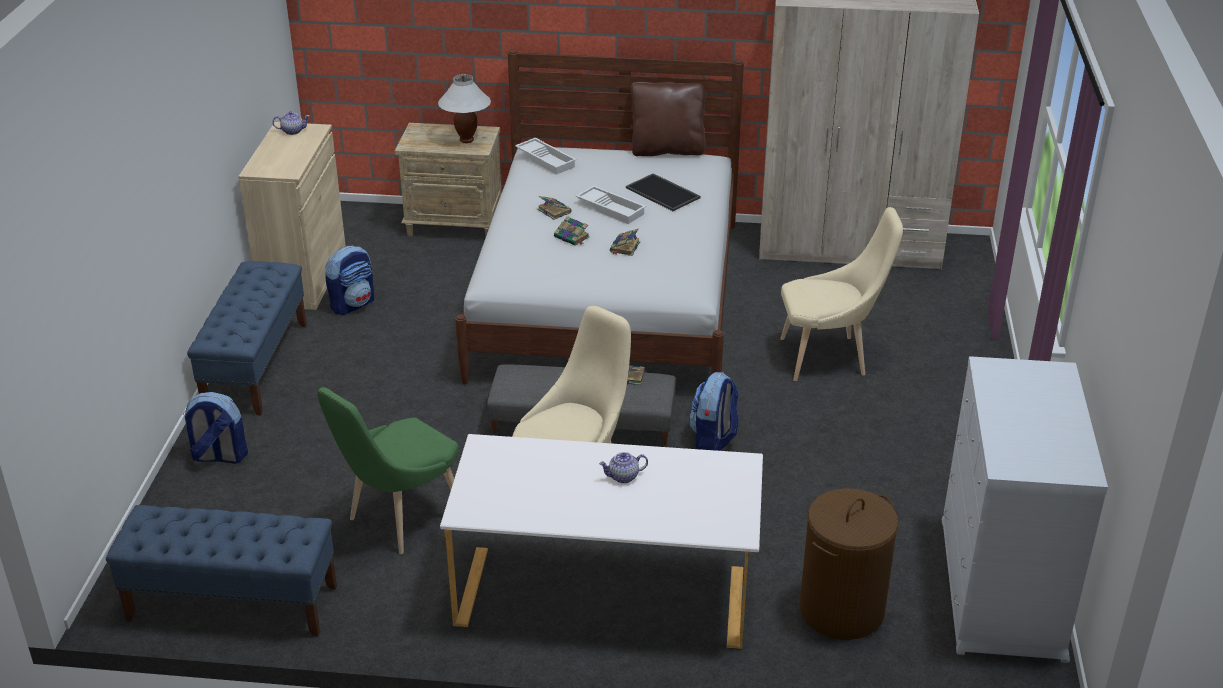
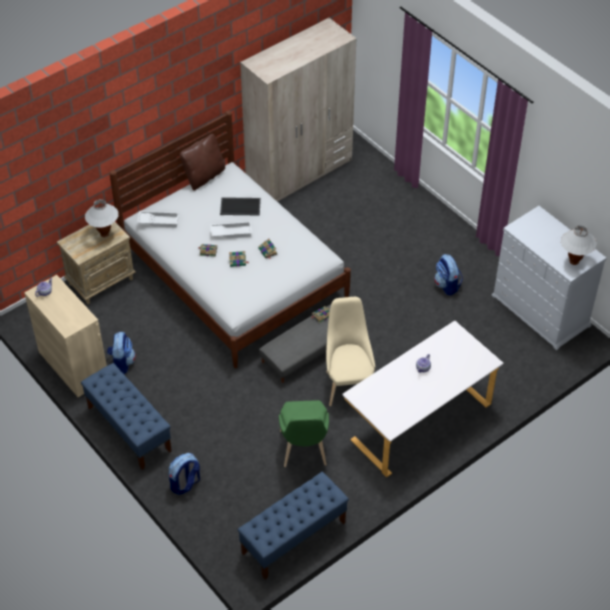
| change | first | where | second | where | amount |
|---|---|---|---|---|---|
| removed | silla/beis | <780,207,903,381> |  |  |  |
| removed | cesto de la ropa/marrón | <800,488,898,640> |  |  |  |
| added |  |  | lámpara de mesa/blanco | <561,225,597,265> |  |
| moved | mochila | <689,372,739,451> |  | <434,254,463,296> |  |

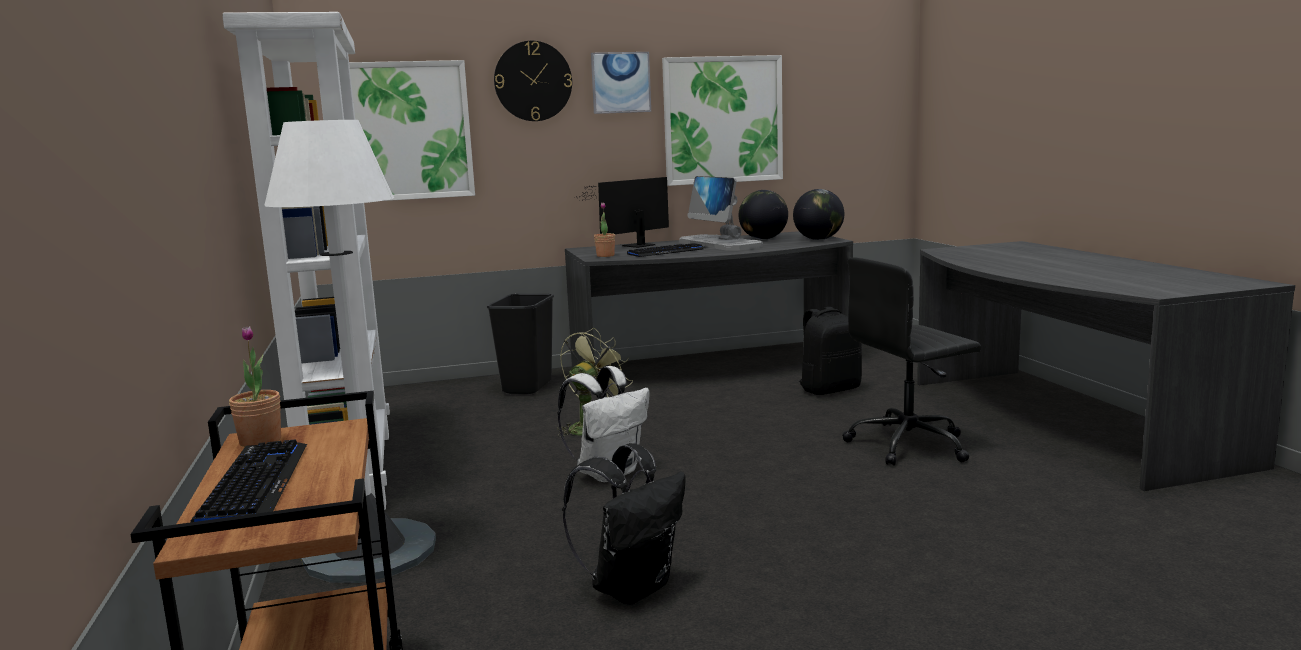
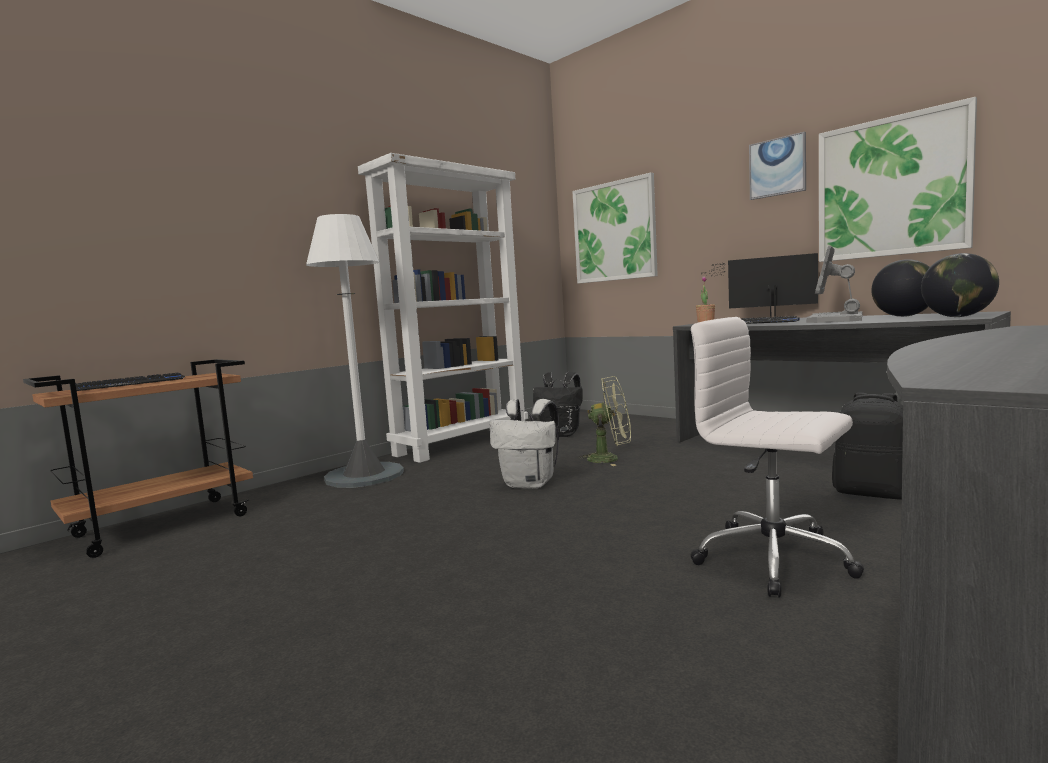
| change | first | where | second | where | amount |
|---|---|---|---|---|---|
| removed | planta en maceta | <229,326,281,447> |  |  |  |
| removed | papelera/negro | <487,293,554,395> |  |  |  |
| removed | reloj de pared | <494,41,572,121> |  |  |  |
| moved | mochila/negro | <562,443,686,604> |  | <533,372,583,437> |  |
| recoloured | silla de oficina/negro | <842,257,981,466> | silla de oficina/blanco | <690,317,864,598> |  |

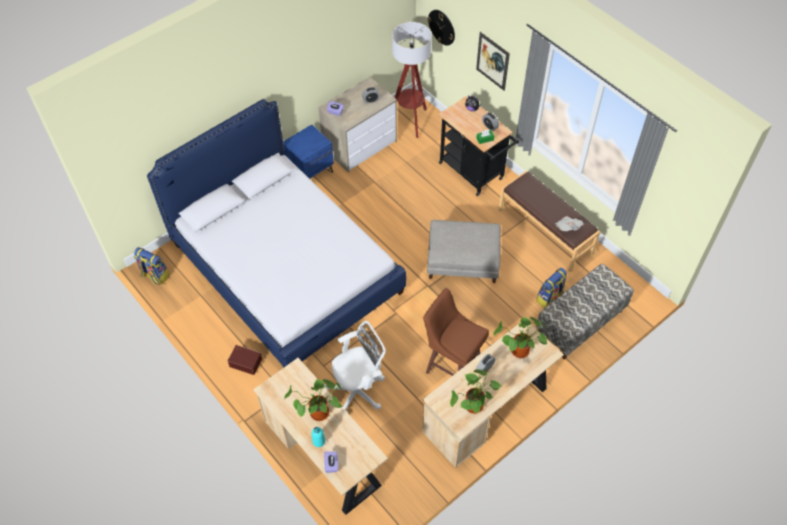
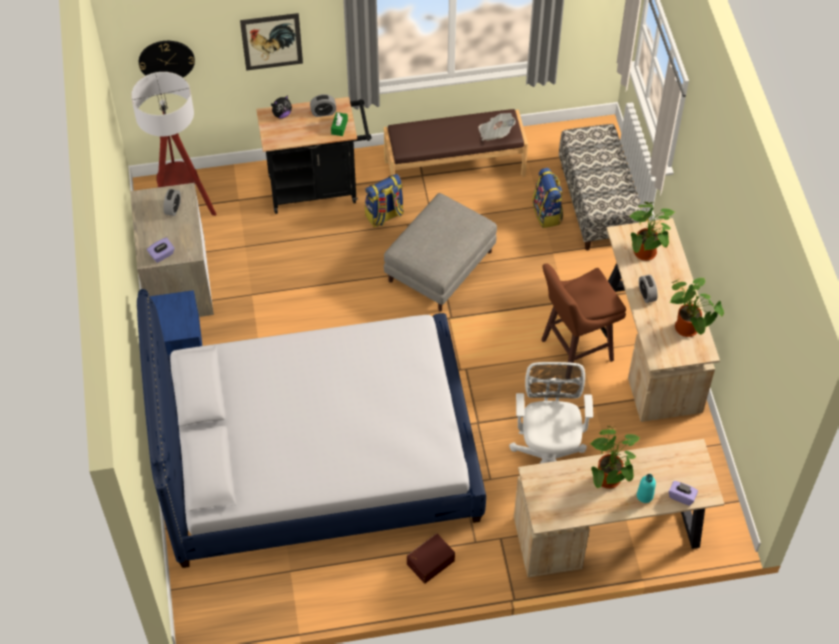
| change | first | where | second | where | amount |
|---|---|---|---|---|---|
| moved | mochila | <134,247,170,285> |  | <365,174,404,228> |  |

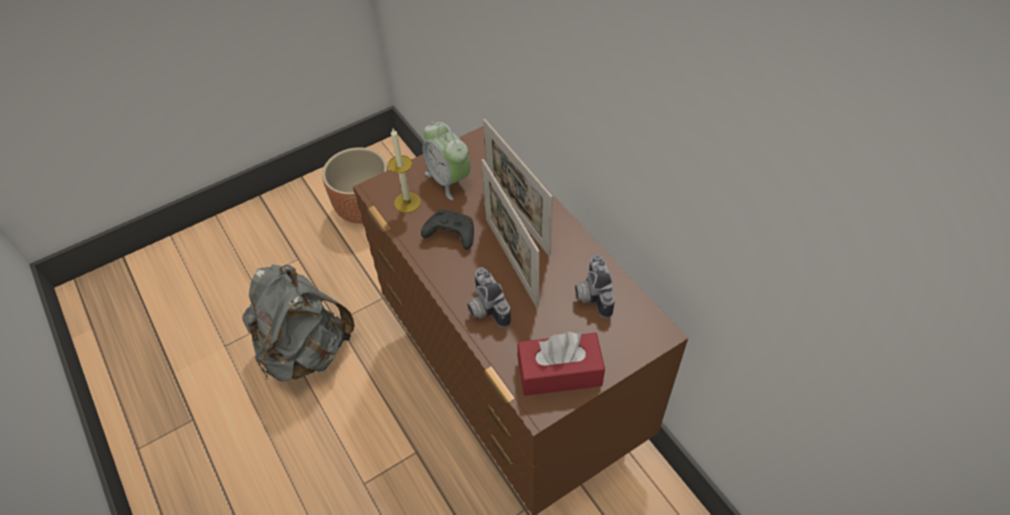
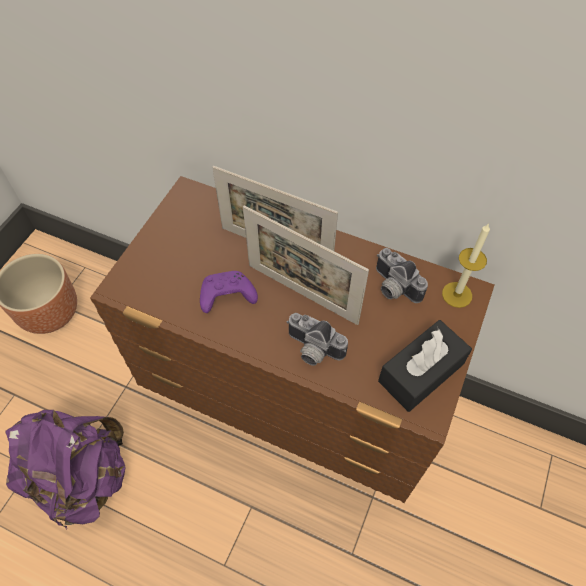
| change | first | where | second | where | amount |
|---|---|---|---|---|---|
| removed | despertador | <423,121,471,200> |  |  |  |
| moved | vela | <388,129,421,213> |  | <442,223,490,308> |  |
| recoloured | mochila/gris | <242,265,355,382> | mochila/morado | <5,410,125,529> |  |
| recoloured | mando de consola/negro | <421,210,474,250> | mando de consola/morado | <200,271,258,313> |  |
| recoloured | caja de pañuelos/rojo | <517,332,605,396> | caja de pañuelos/negro | <378,320,472,412> |  |

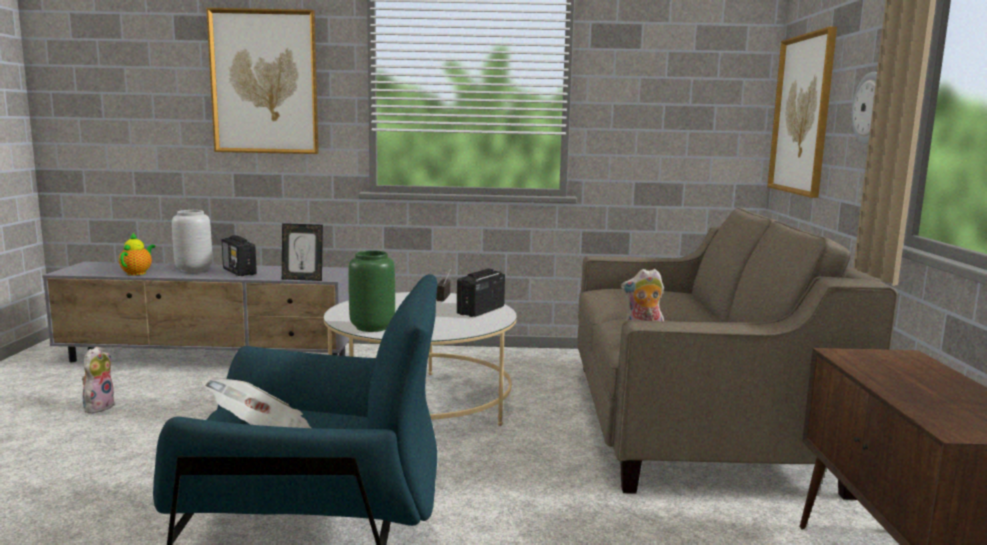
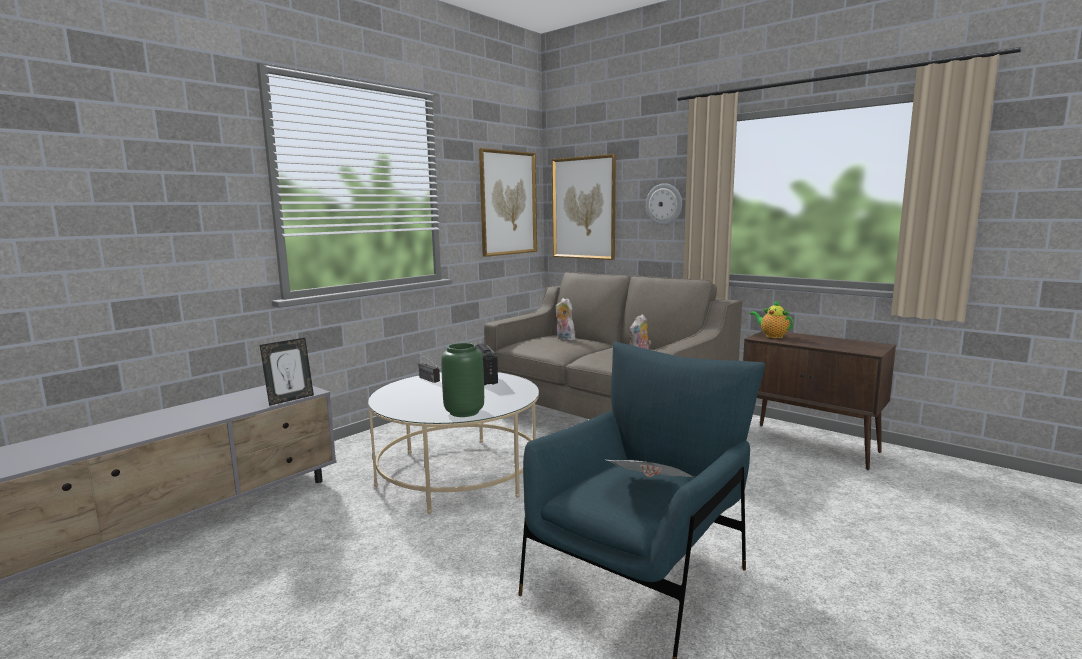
| change | first | where | second | where | amount |
|---|---|---|---|---|---|
| removed | florero/gris | <172,210,212,272> |  |  |  |
| removed | radio | <222,235,257,276> |  |  |  |
| moved | peluche | <82,347,115,414> |  | <556,298,575,341> |  |
| moved | tetera | <119,233,156,276> |  | <750,300,794,338> |  |
| moved | cuadro | <206,8,319,154> |  | <479,148,537,257> |  |

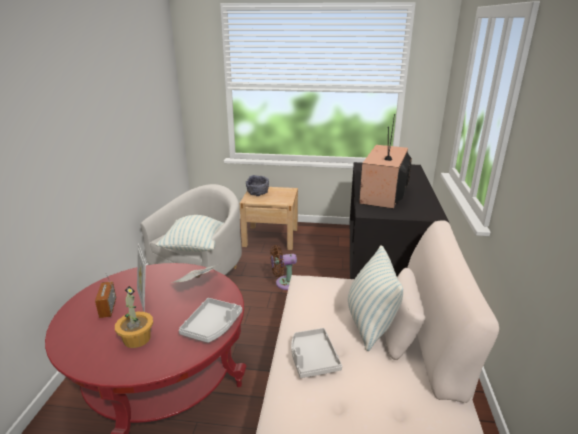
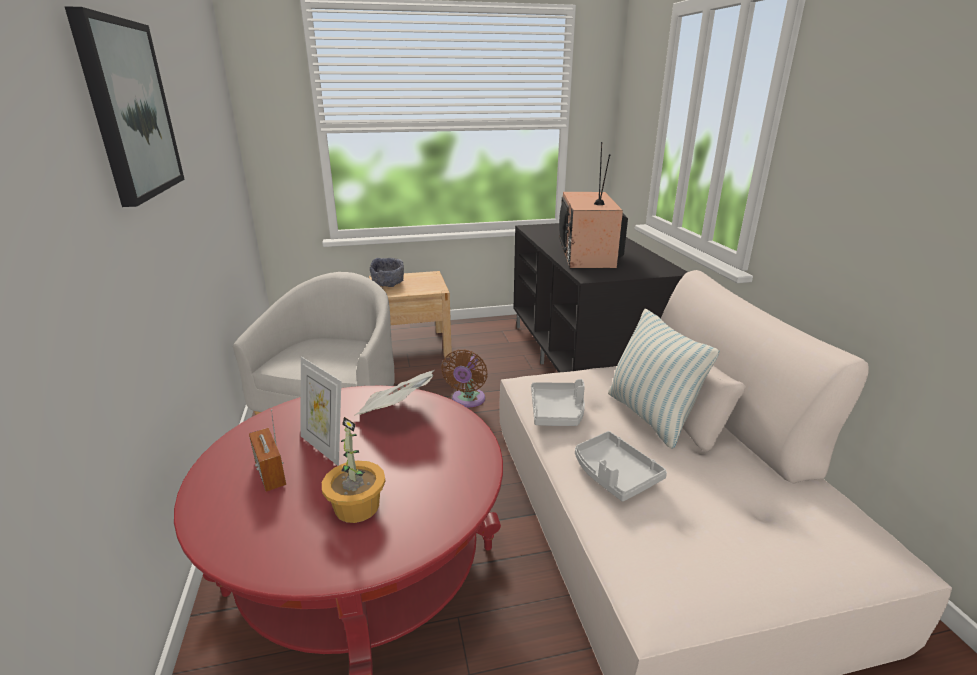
| change | first | where | second | where | amount |
|---|---|---|---|---|---|
| removed | cojín | <156,215,224,252> |  |  |  |
| added |  |  | cuadro | <64,6,185,207> |  |
| moved | bandeja/gris | <179,298,242,343> |  | <531,379,585,426> |  |
| turned | ventilador/marrón | <270,245,297,290> |  | <441,349,488,407> | 45 degrees counterclockwise |

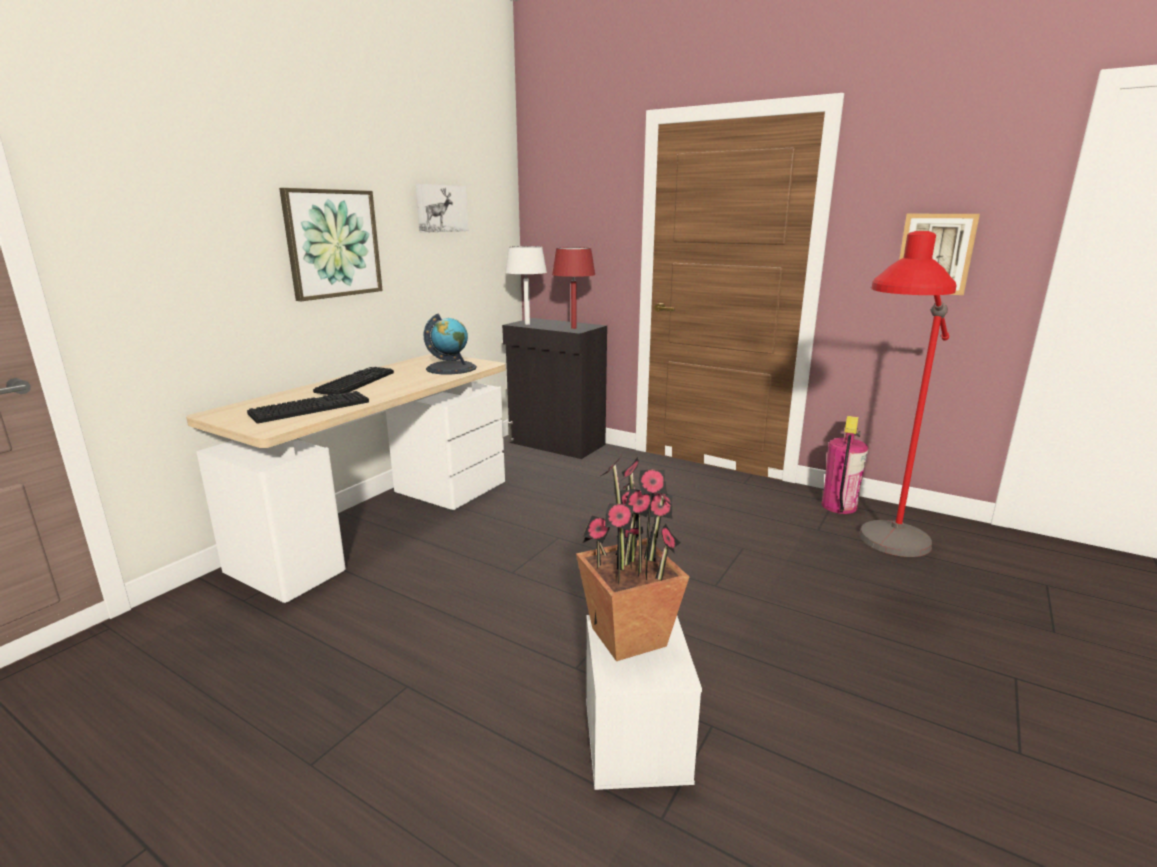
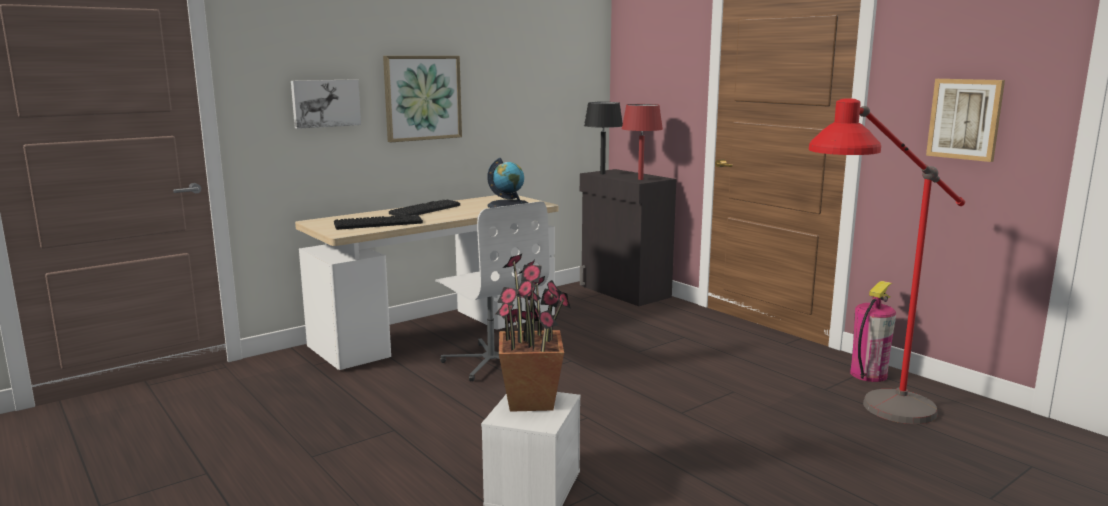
| change | first | where | second | where | amount |
|---|---|---|---|---|---|
| added |  |  | silla de oficina/blanco | <435,201,549,382> |  |
| moved | cuadro | <416,184,469,233> |  | <291,79,361,129> |  |
| recoloured | lámpara de mesa/blanco | <505,246,547,325> | lámpara de mesa/negro | <584,102,623,174> |  |

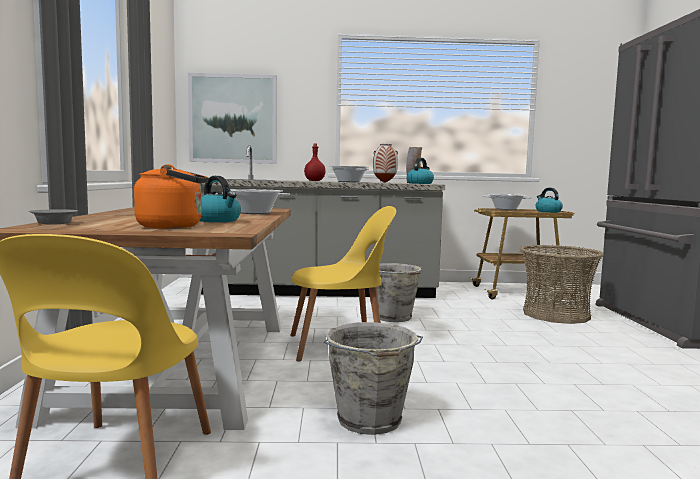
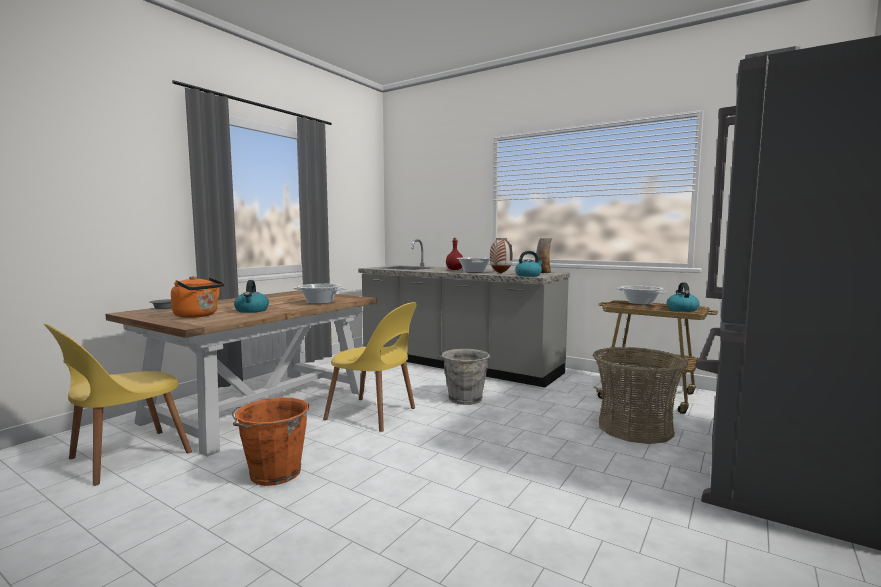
| change | first | where | second | where | amount |
|---|---|---|---|---|---|
| removed | cuadro | <188,73,277,164> |  |  |  |
| recoloured | cubo/gris | <324,322,423,435> | cubo/naranja | <232,397,309,486> |  |

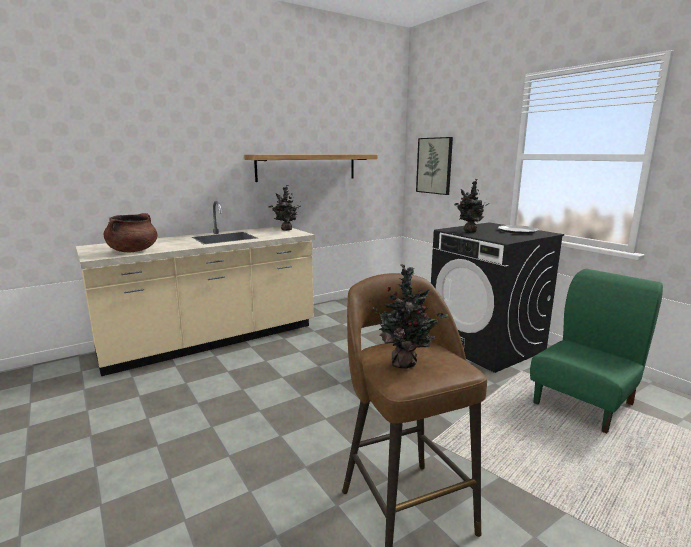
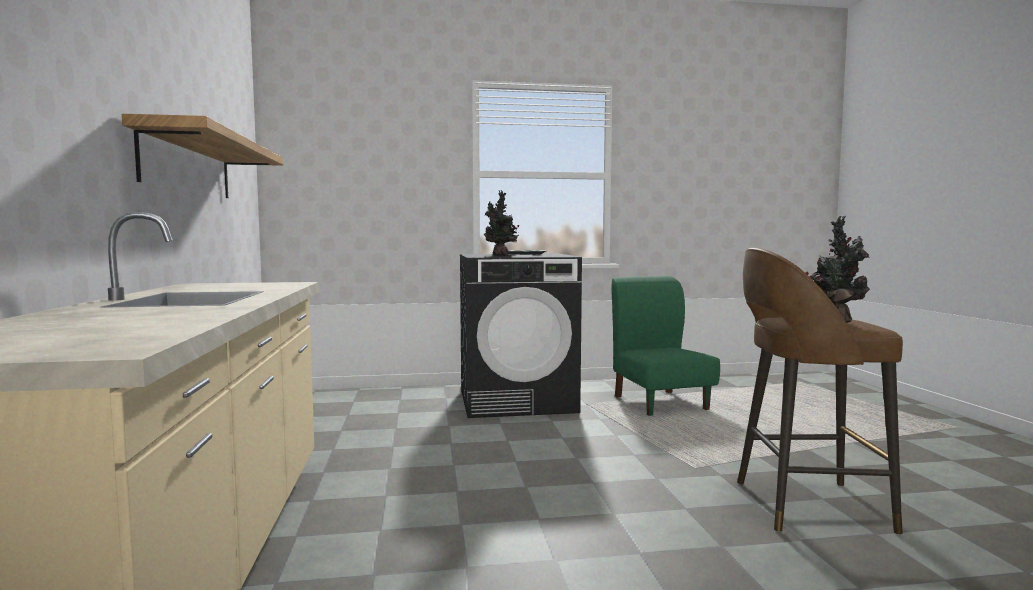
| change | first | where | second | where | amount |
|---|---|---|---|---|---|
| removed | olla/marrón | <103,213,157,252> |  |  |  |
| removed | planta en maceta | <268,185,300,231> |  |  |  |
| removed | cuadro | <416,137,453,195> |  |  |  |

